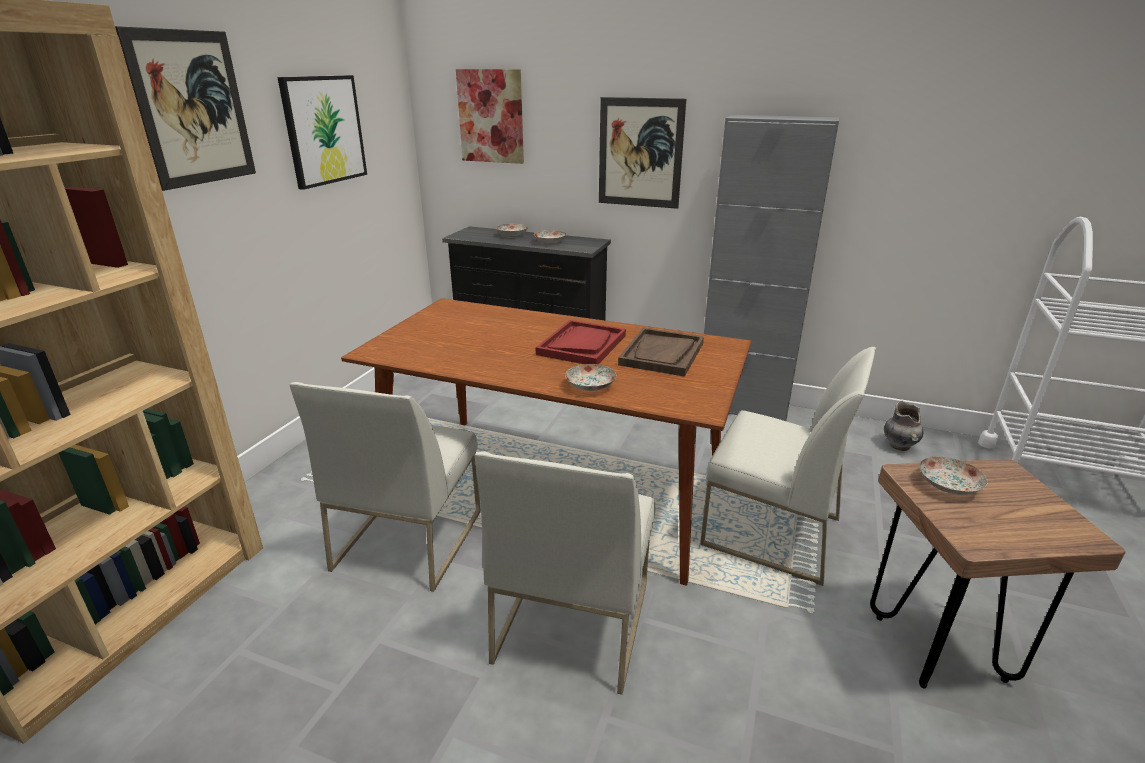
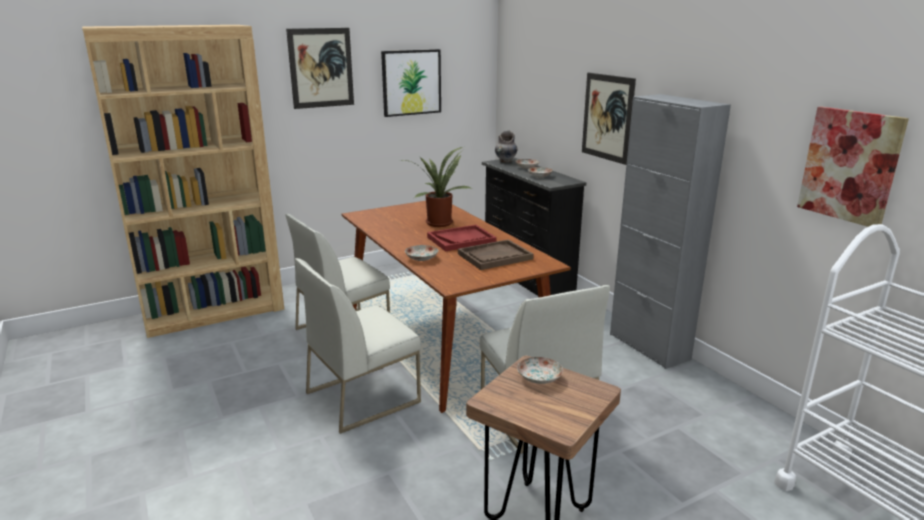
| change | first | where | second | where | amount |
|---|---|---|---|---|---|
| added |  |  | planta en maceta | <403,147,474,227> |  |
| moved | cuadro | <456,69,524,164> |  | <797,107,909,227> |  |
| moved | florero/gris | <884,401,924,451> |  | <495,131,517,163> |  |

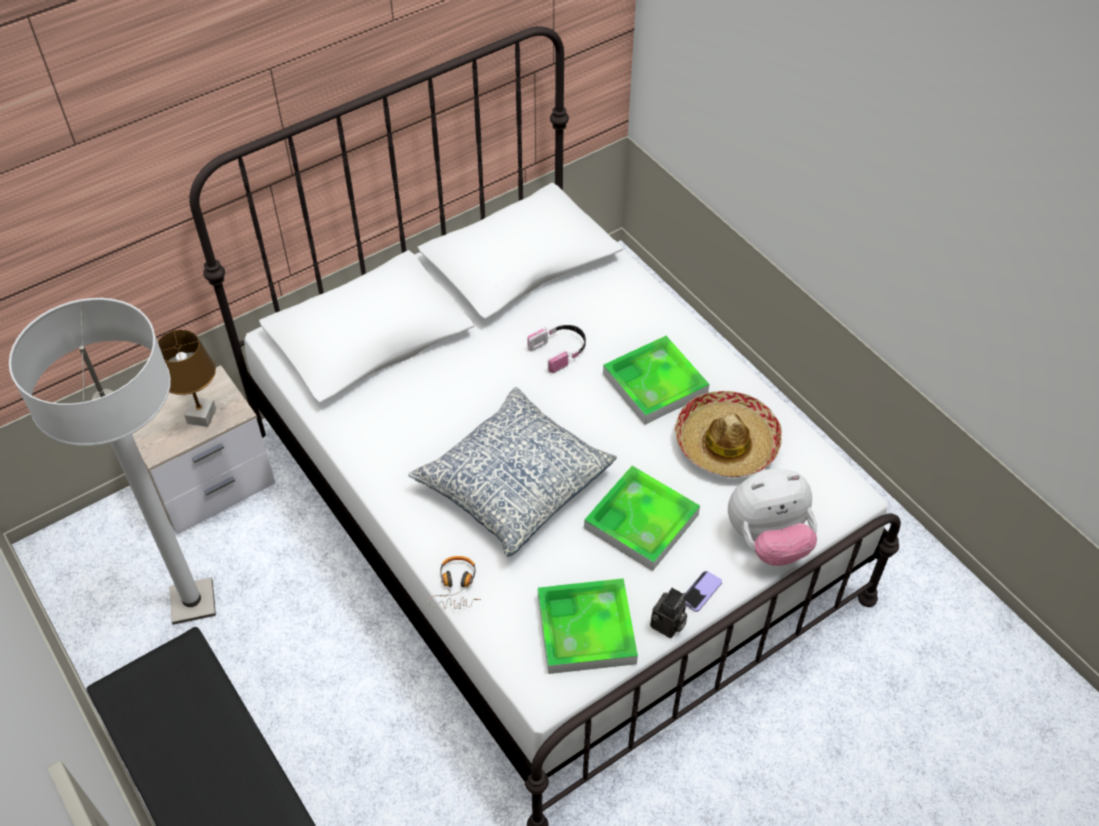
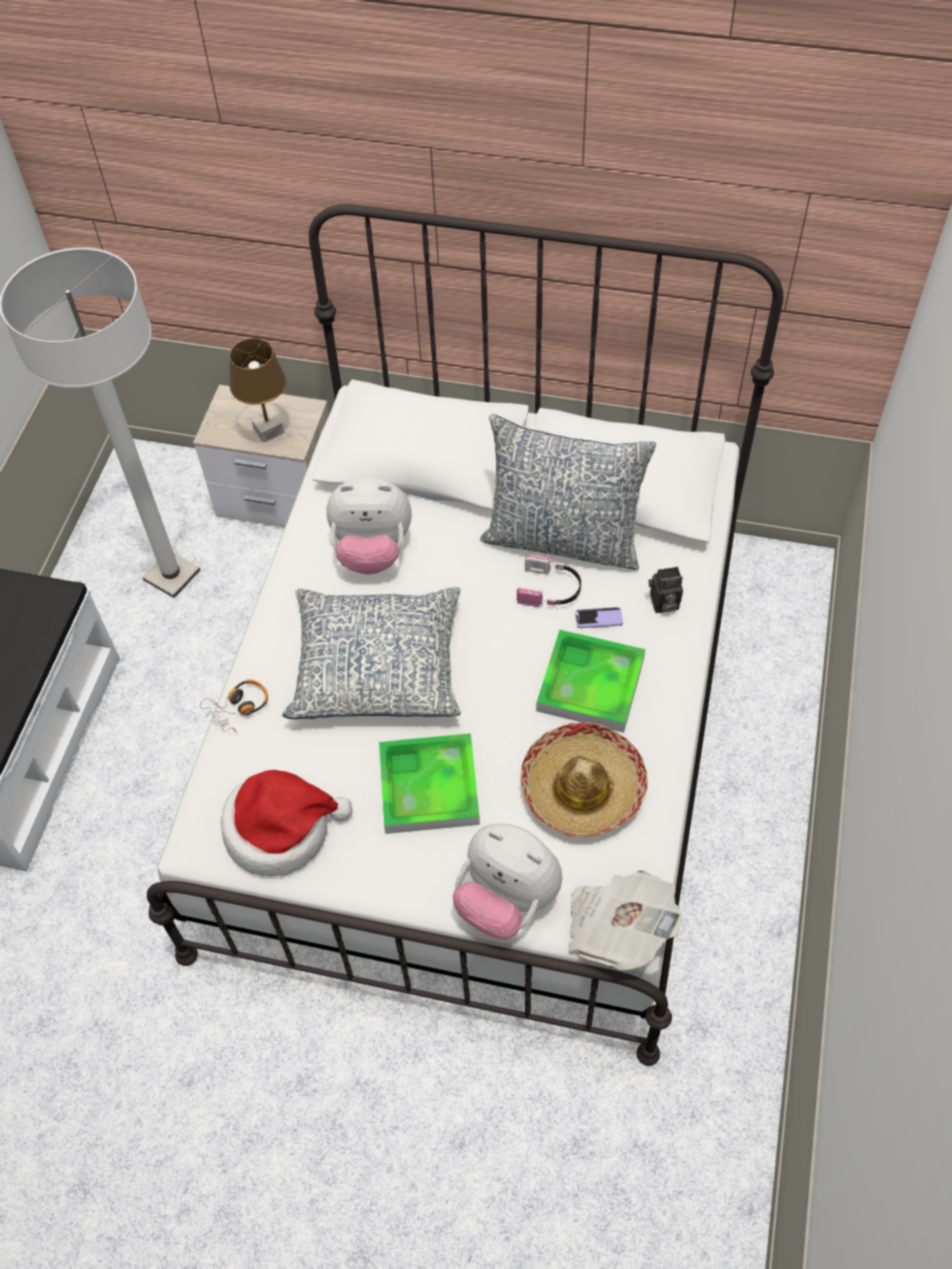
| change | first | where | second | where | amount |
|---|---|---|---|---|---|
| added |  |  | peluche | <326,477,412,574> |  |
| added |  |  | cojín | <480,414,656,570> |  |
| added |  |  | periódico | <568,870,682,970> |  |
| moved | cámara | <650,588,687,638> |  | <649,567,683,613> |  |
| moved | móvil | <685,571,722,612> |  | <575,607,623,628> |  |
| replaced | bandeja | <538,578,638,674> | sombrero | <221,770,353,877> |  |

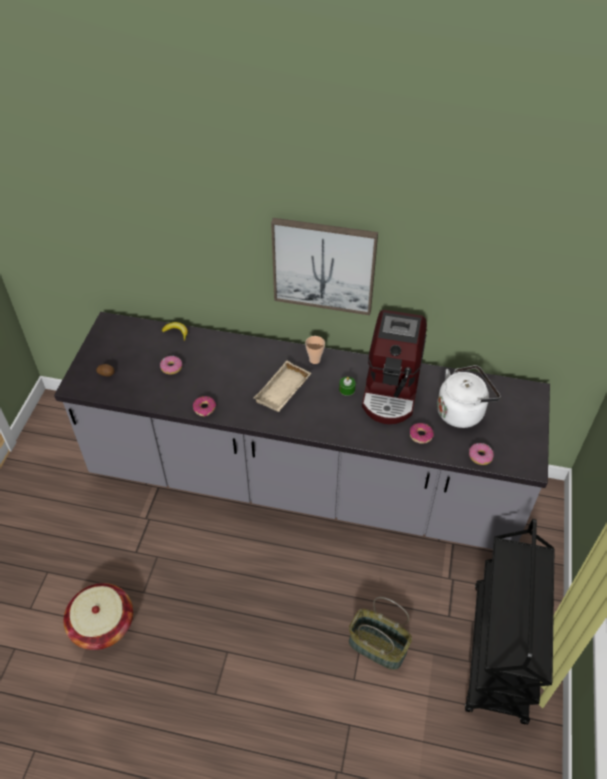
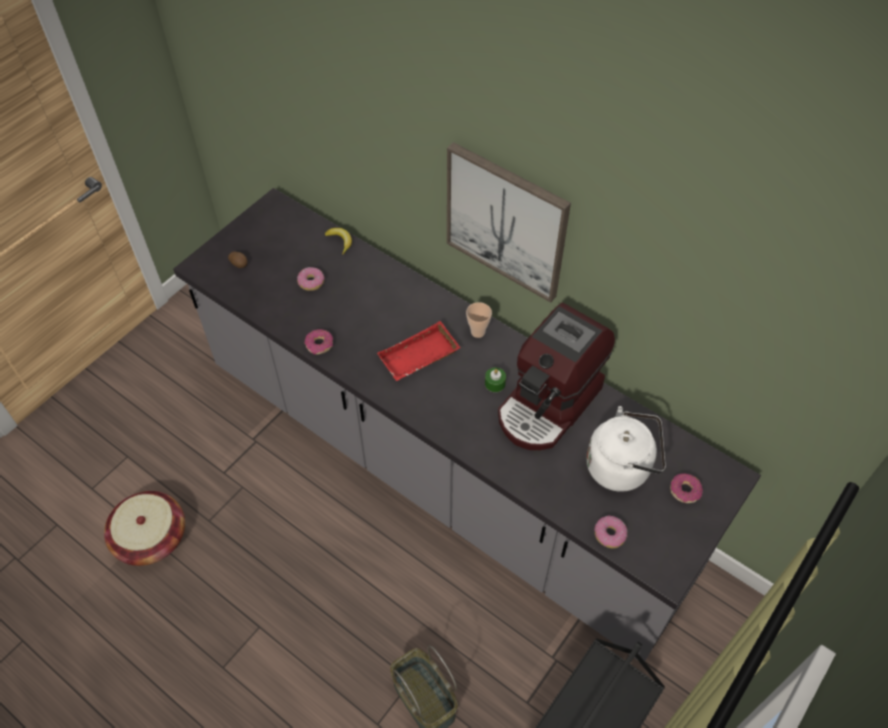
| change | first | where | second | where | amount |
|---|---|---|---|---|---|
| moved | rosquilla | <410,423,434,444> |  | <670,473,703,503> |  |
| recoloured | bandeja/beis | <254,360,311,412> | bandeja/rojo | <377,321,461,381> |  |

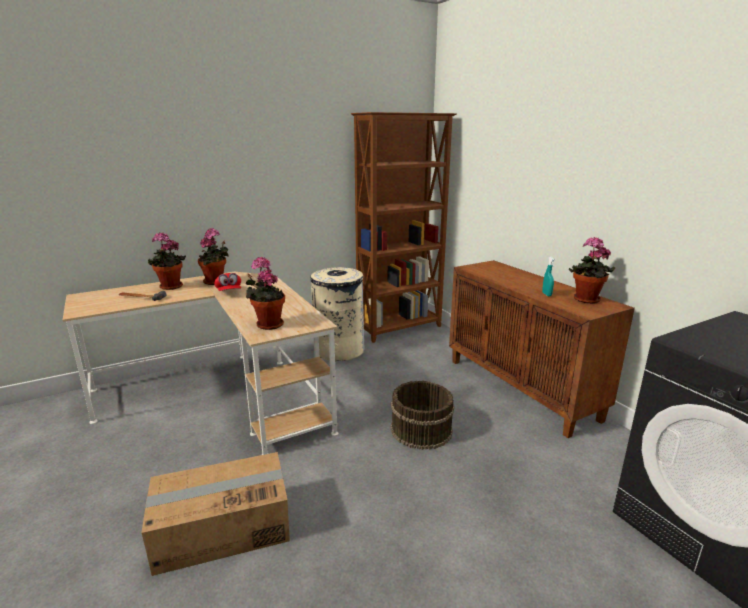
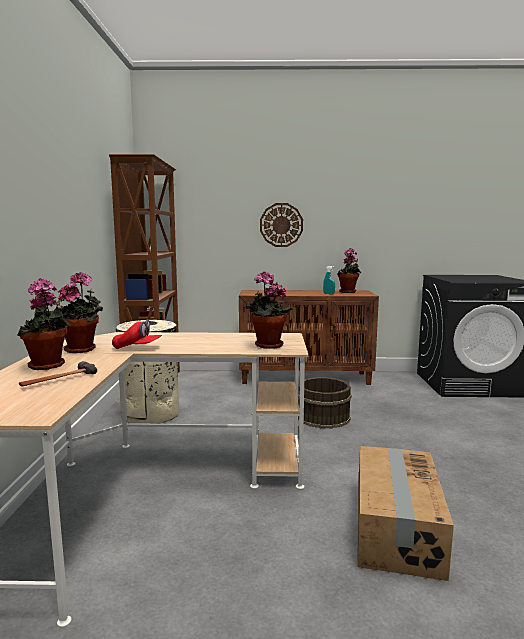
| change | first | where | second | where | amount |
|---|---|---|---|---|---|
| added |  |  | reloj de pared | <260,203,303,247> |  |

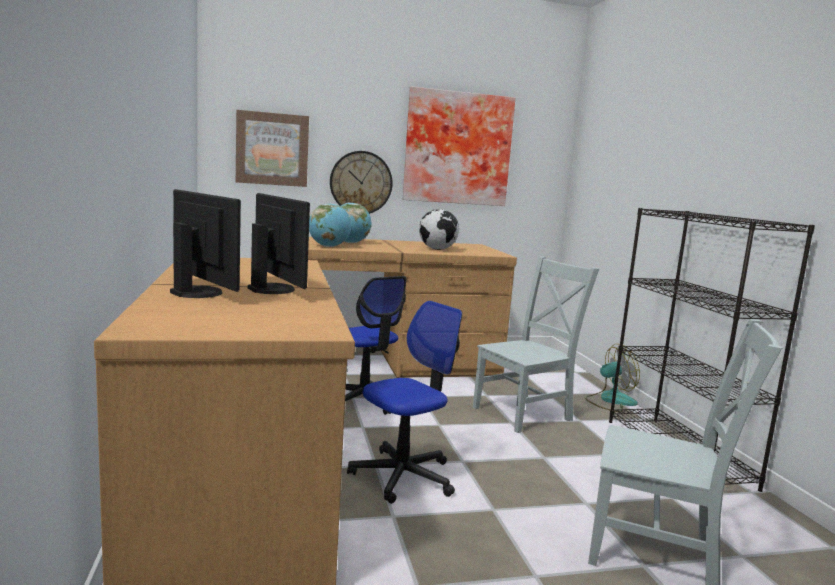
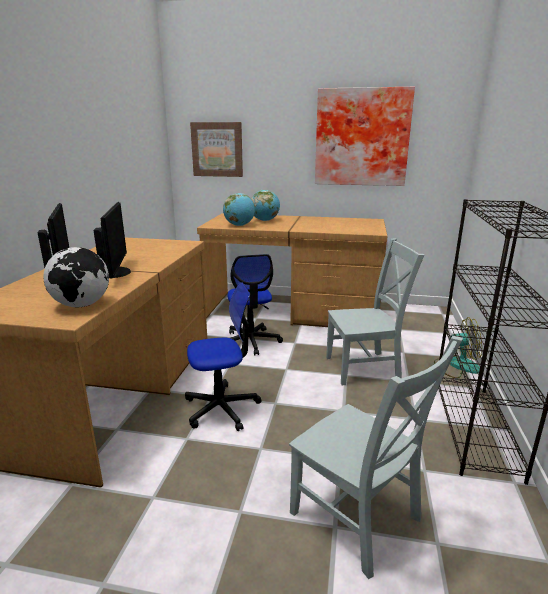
| change | first | where | second | where | amount |
|---|---|---|---|---|---|
| removed | reloj de pared | <330,151,393,214> |  |  |  |
| moved | globo terráqueo | <419,209,459,250> |  | <43,247,109,307> |  |

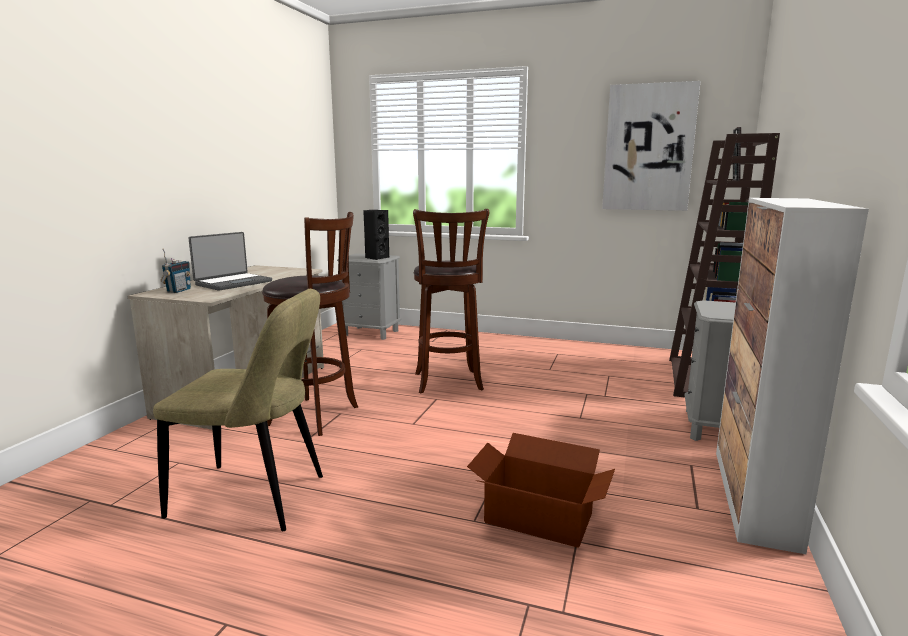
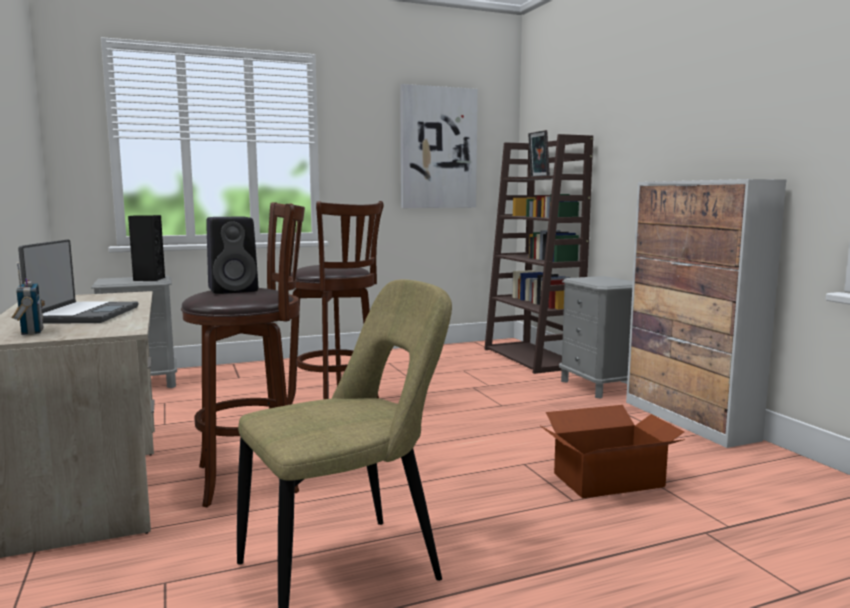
| change | first | where | second | where | amount |
|---|---|---|---|---|---|
| added |  |  | altavoz/negro | <206,216,258,294> |  |

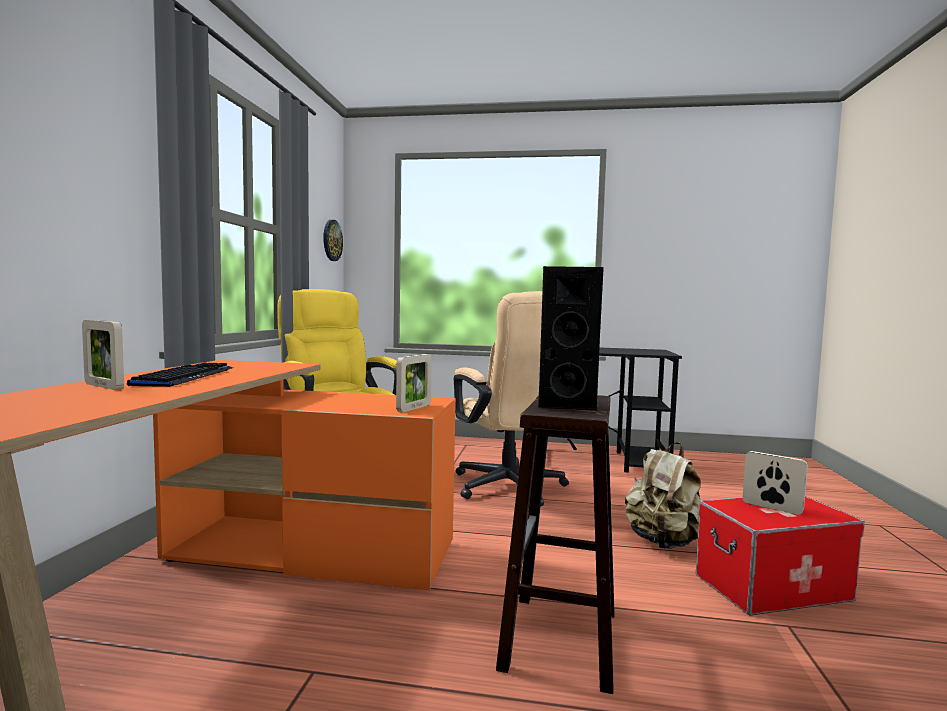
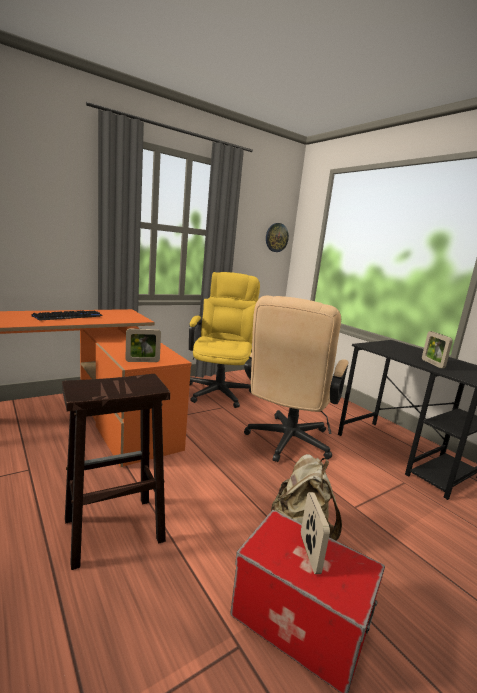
| change | first | where | second | where | amount |
|---|---|---|---|---|---|
| removed | altavoz/negro | <538,266,604,411> |  |  |  |
| moved | portarretratos | <82,320,124,390> |  | <422,331,453,368> |  |

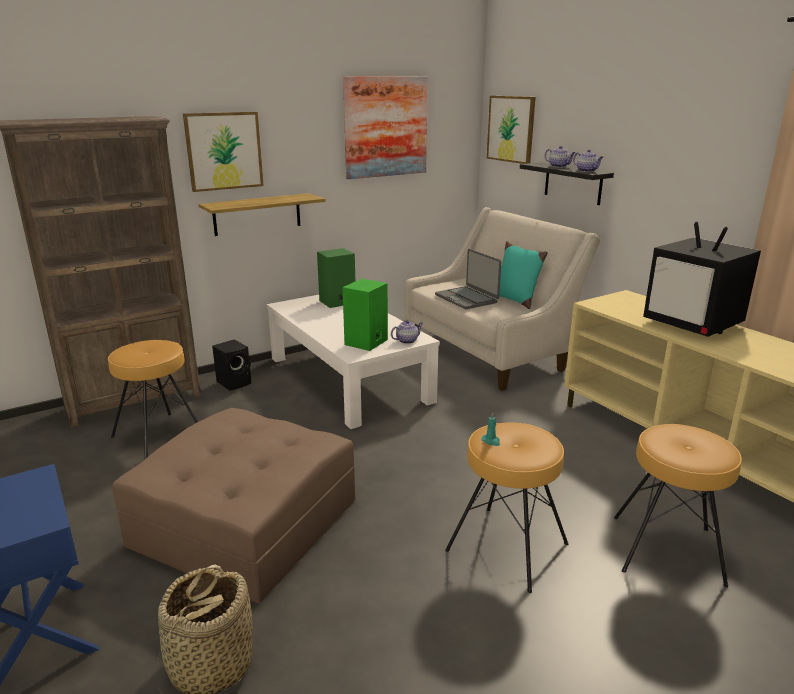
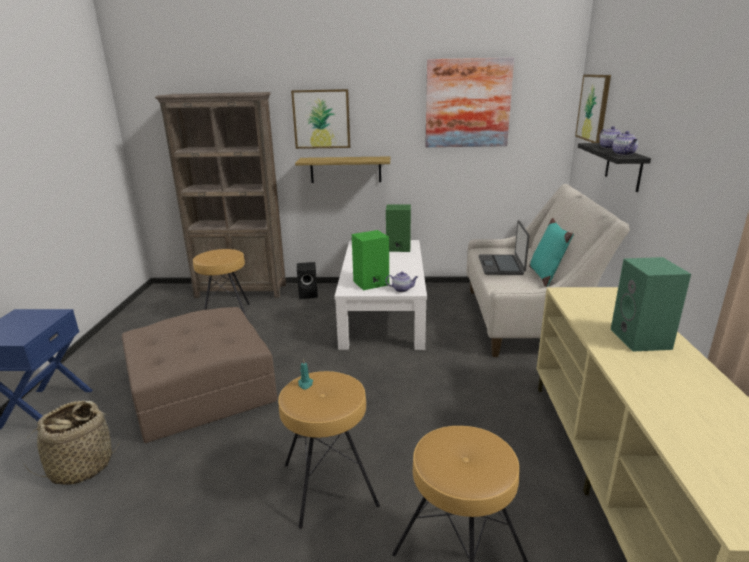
| change | first | where | second | where | amount |
|---|---|---|---|---|---|
| replaced | televisor | <643,222,761,337> | altavoz/verde | <611,257,691,352> |  |

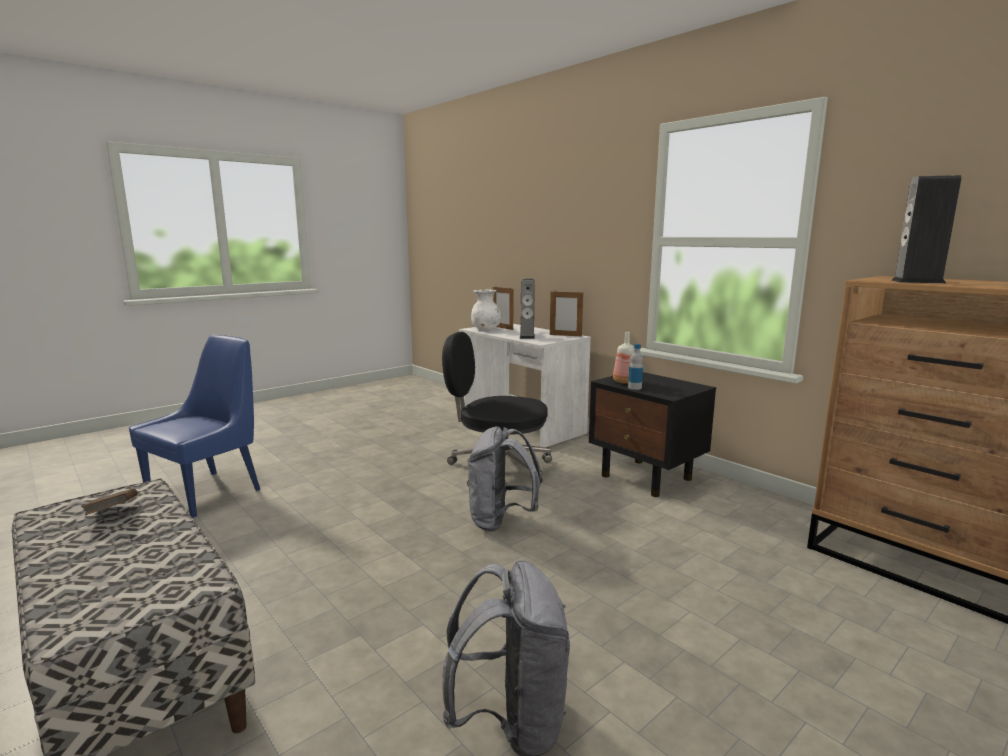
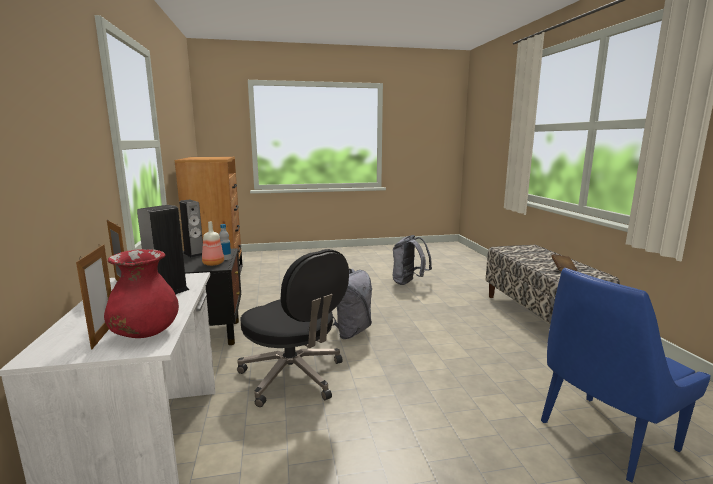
| change | first | where | second | where | amount |
|---|---|---|---|---|---|
| moved | altavoz | <891,175,962,283> |  | <179,200,203,258> |  |
| recoloured | florero/blanco | <471,289,502,330> | florero/rojo | <104,249,179,338> |  |

